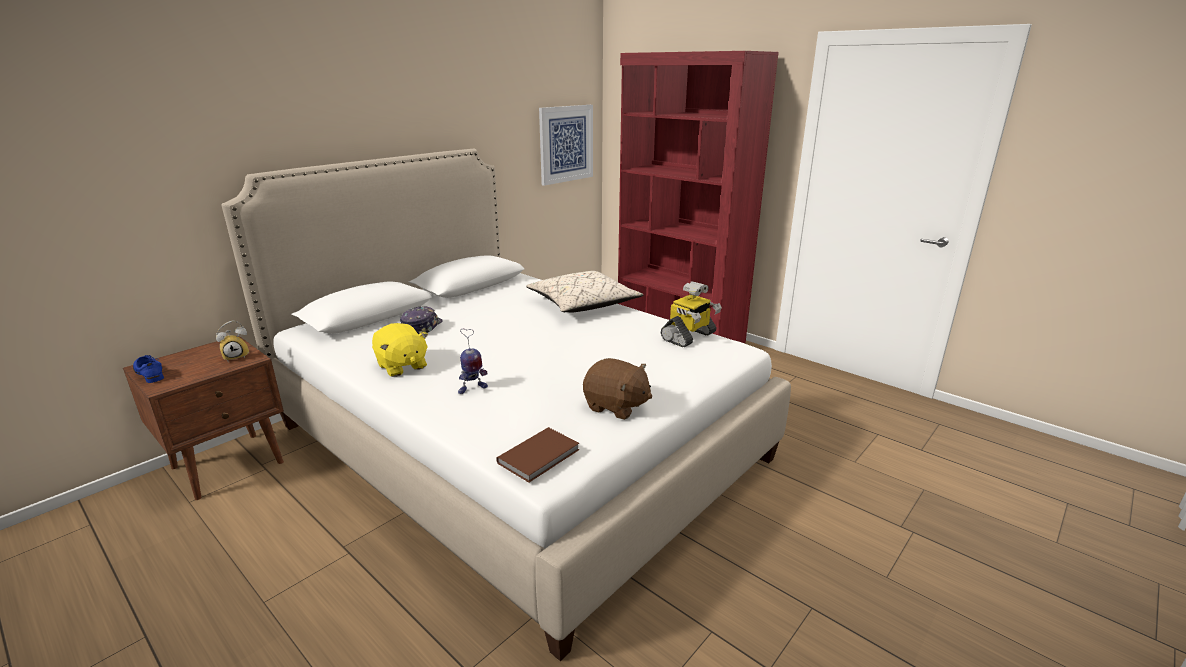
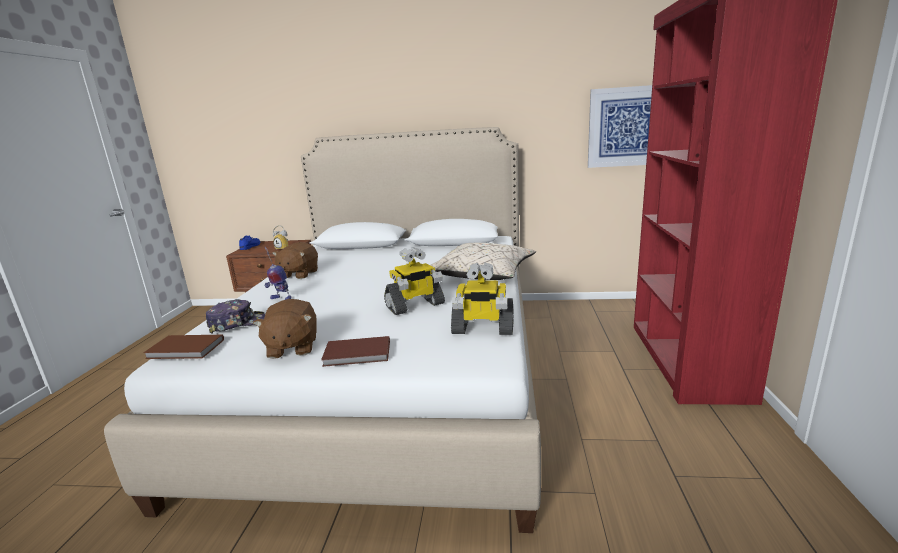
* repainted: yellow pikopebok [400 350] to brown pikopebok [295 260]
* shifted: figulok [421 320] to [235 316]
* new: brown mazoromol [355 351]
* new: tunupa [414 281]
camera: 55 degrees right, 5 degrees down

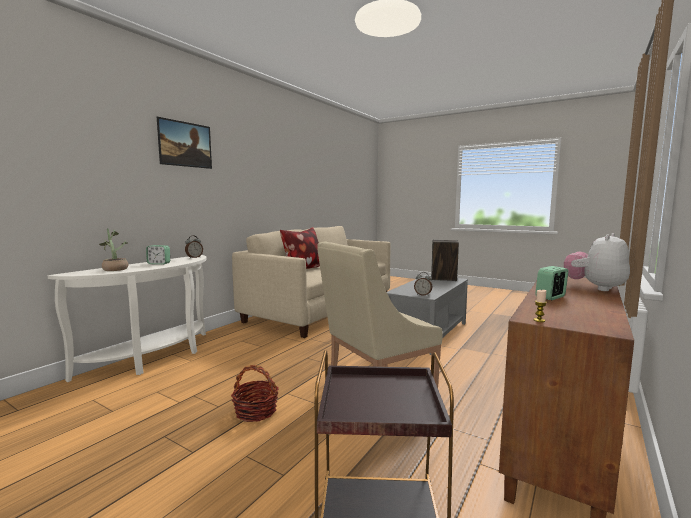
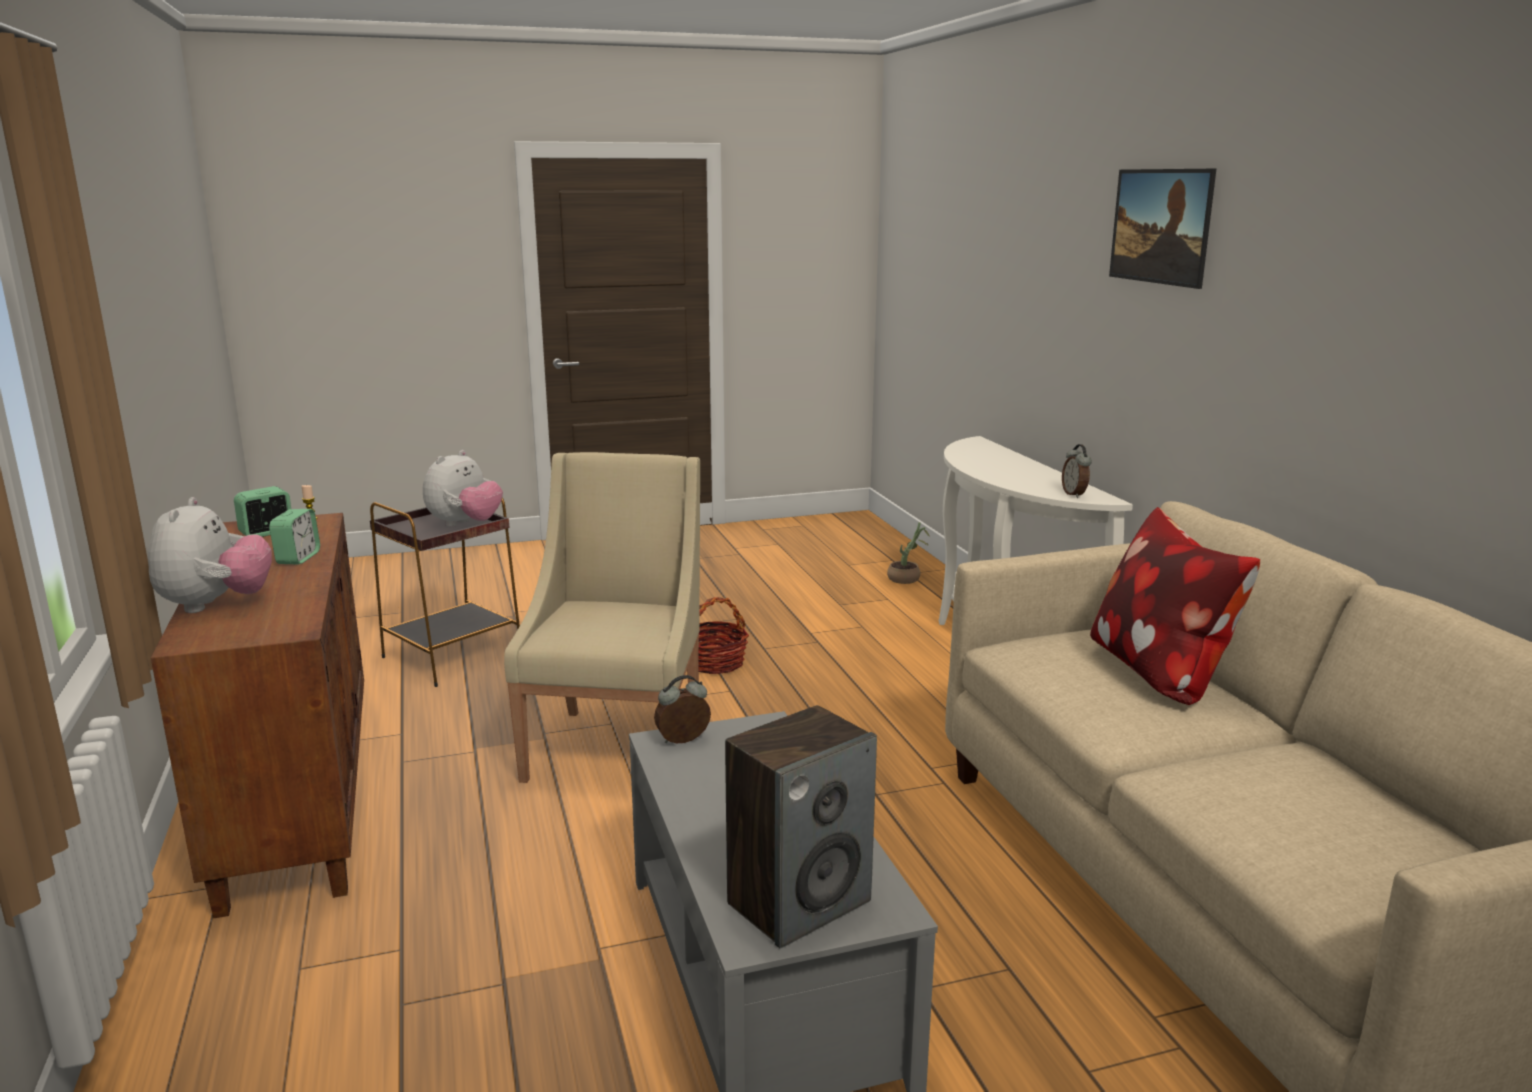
* shifted: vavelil [113 249] to [908 553]
* shifted: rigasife [158 255] to [262 511]
* new: pikopebok [463 488]
camera: 130 degrees right, 10 degrees up

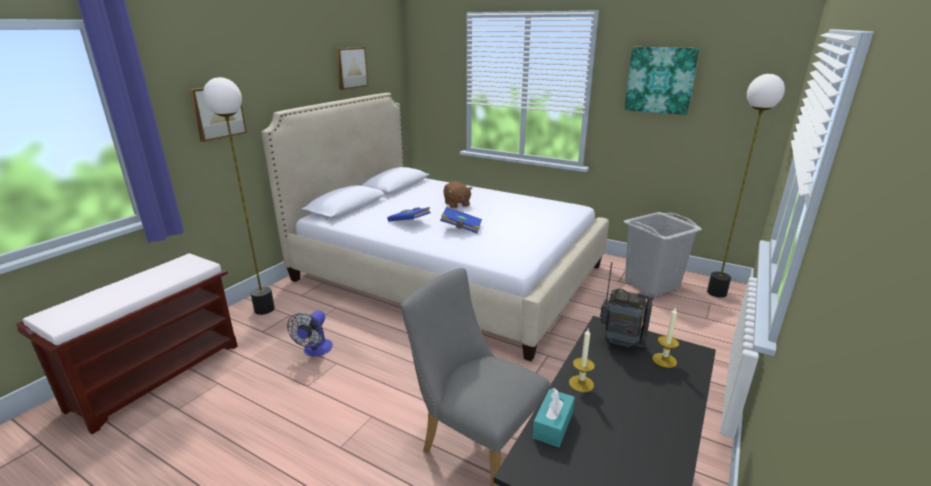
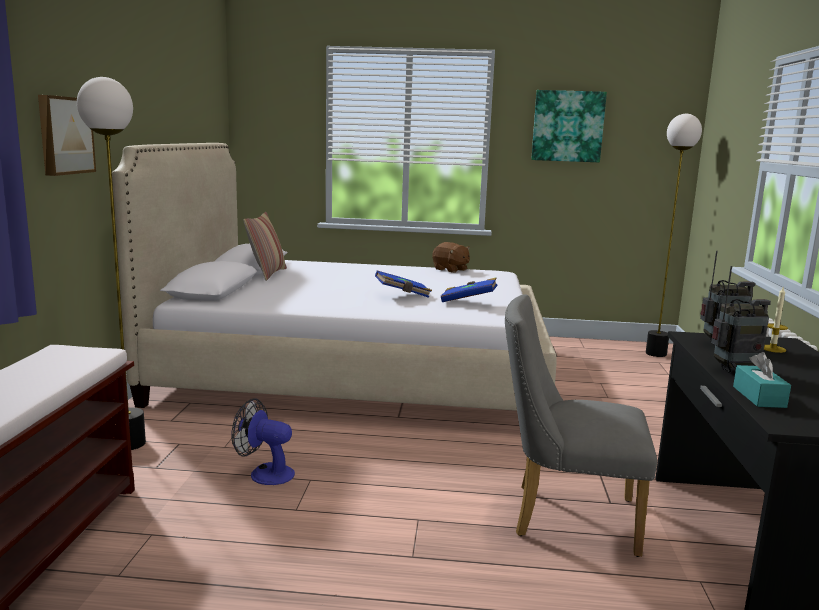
* rotated: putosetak [310 333] = [263 441] 120 degrees clockwise
* gone: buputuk [351 68]
* shifted: blue mazoromol [409 214] to [469 289]
* shifted: brown pikopebok [457 194] to [451 257]
* swapped: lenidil [582 360] to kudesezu [741 319]
* gone: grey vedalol [663 254]
* new: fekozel [265 246]
camera: 25 degrees left, 10 degrees down

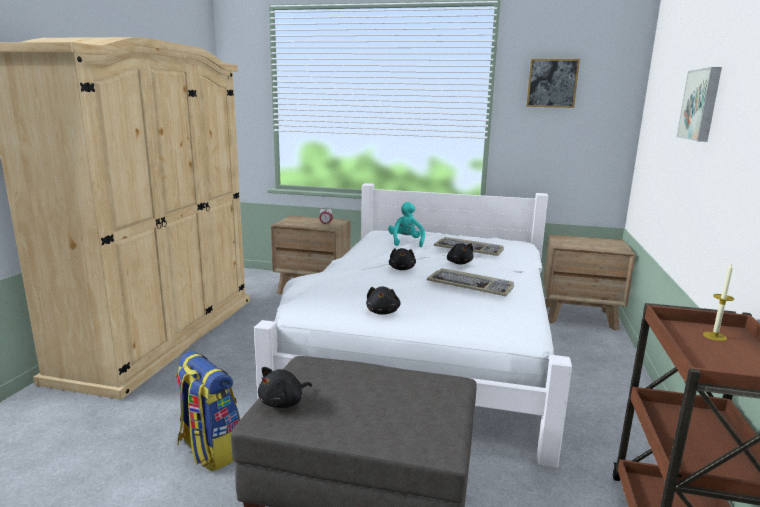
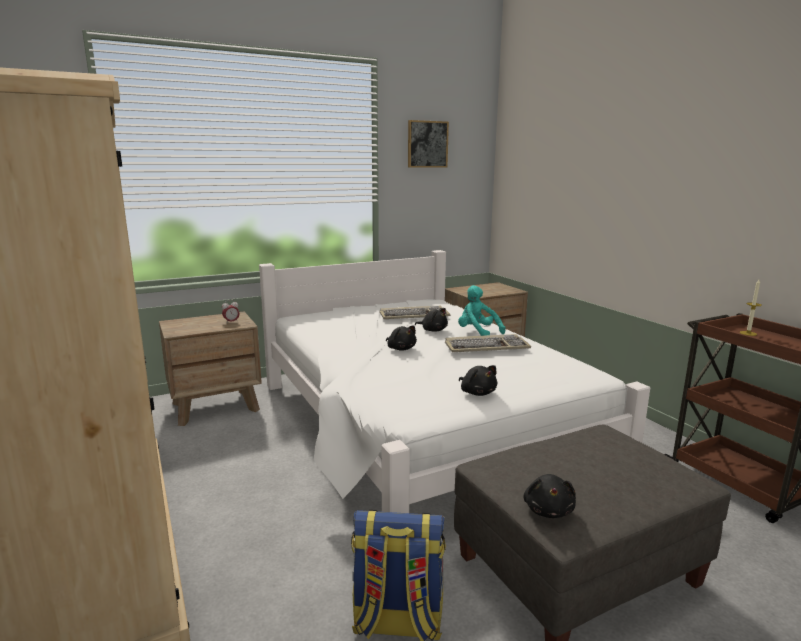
* shifted: turquoise pikopebok [406 224] to [482 310]
* gone: buputuk [699 104]
camera: 40 degrees left, 0 degrees up

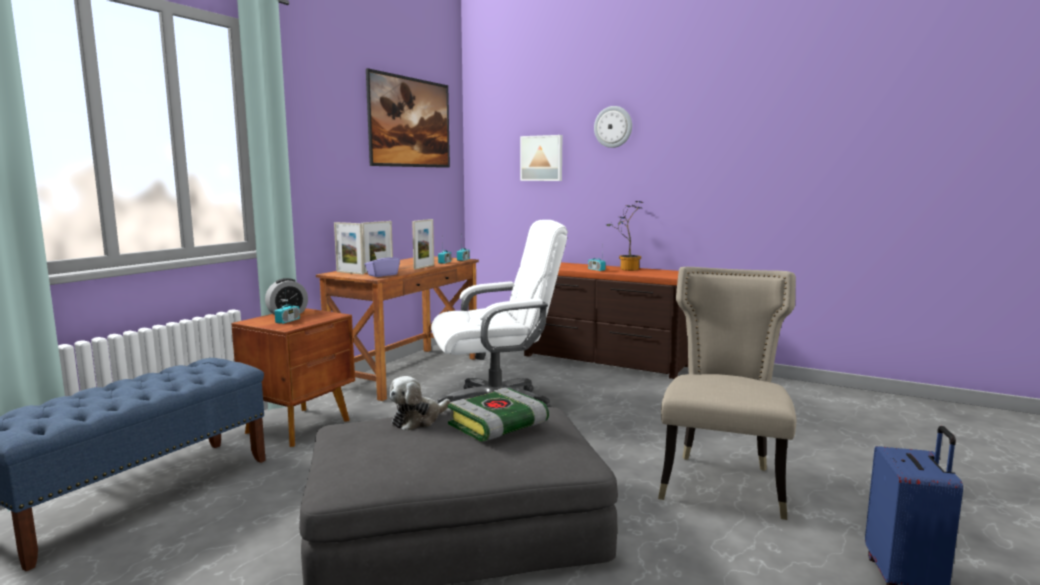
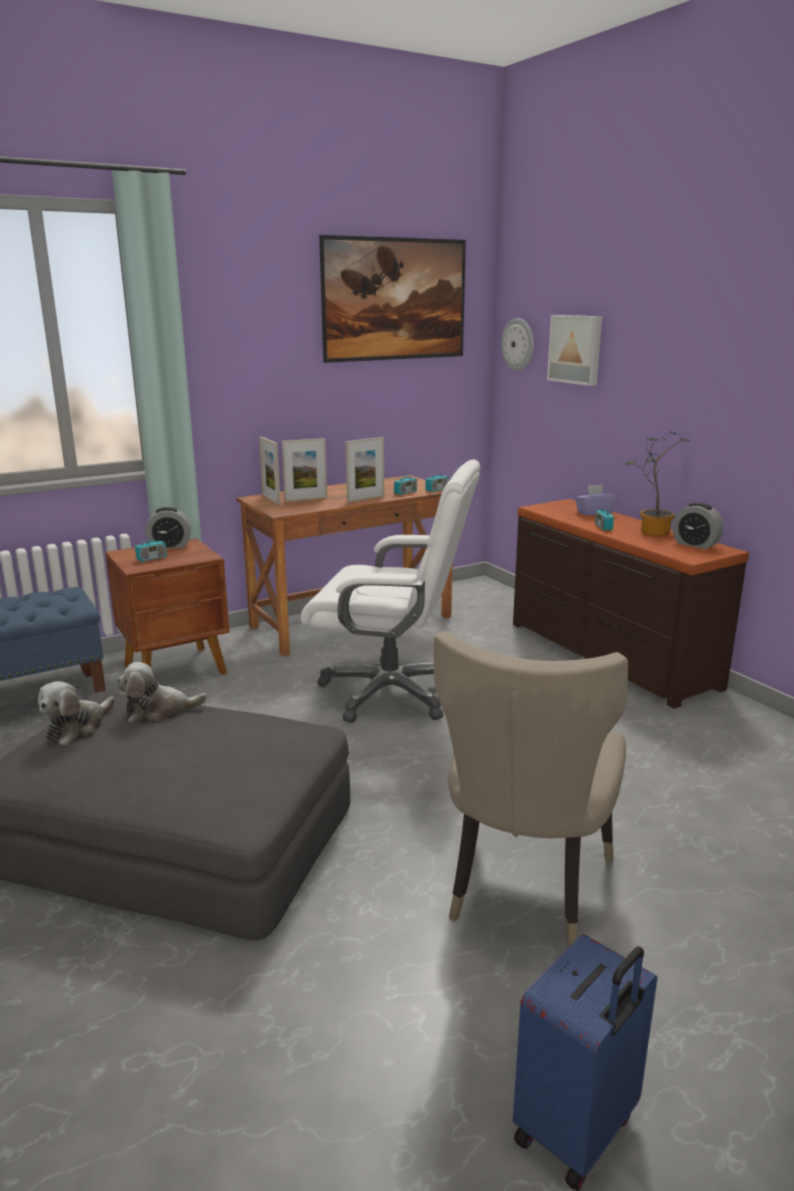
* shifted: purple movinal [382 264] to [596 500]
* gone: mazoromol [498 415]
* shifted: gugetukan [613 127] to [517 344]
* rotated: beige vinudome [727 393] = [531 789] 150 degrees clockwise
* new: pikopebok [76 713]
* new: rigasife [697 525]
camera: 30 degrees right, 10 degrees up

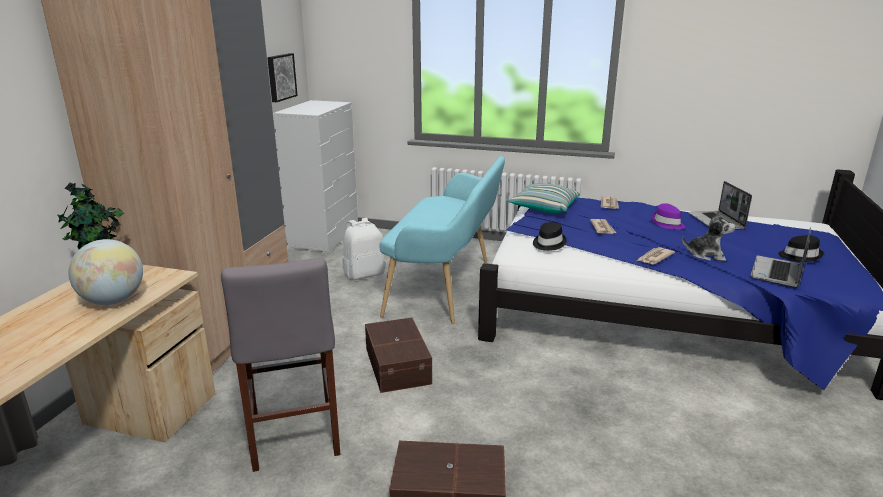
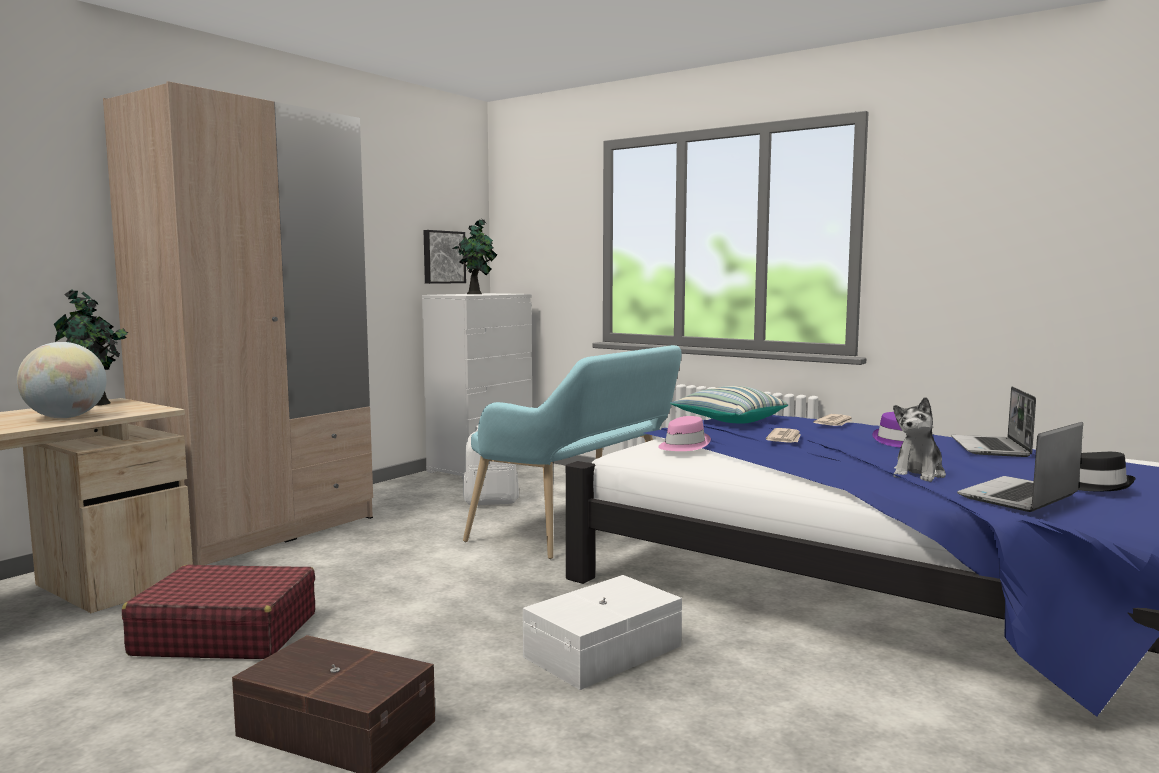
* swapped: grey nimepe [280 365] to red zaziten [218 612]
* gone: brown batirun [398 355]
* repainted: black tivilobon [550 236] to pink tivilobon [684 433]
* gone: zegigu [656 255]
* rotated: pikopebok [708 235] = [919 439] 90 degrees clockwise
* new: vavelil [474 256]
* new: white batirun [602 632]
camera: 20 degrees right, 15 degrees down

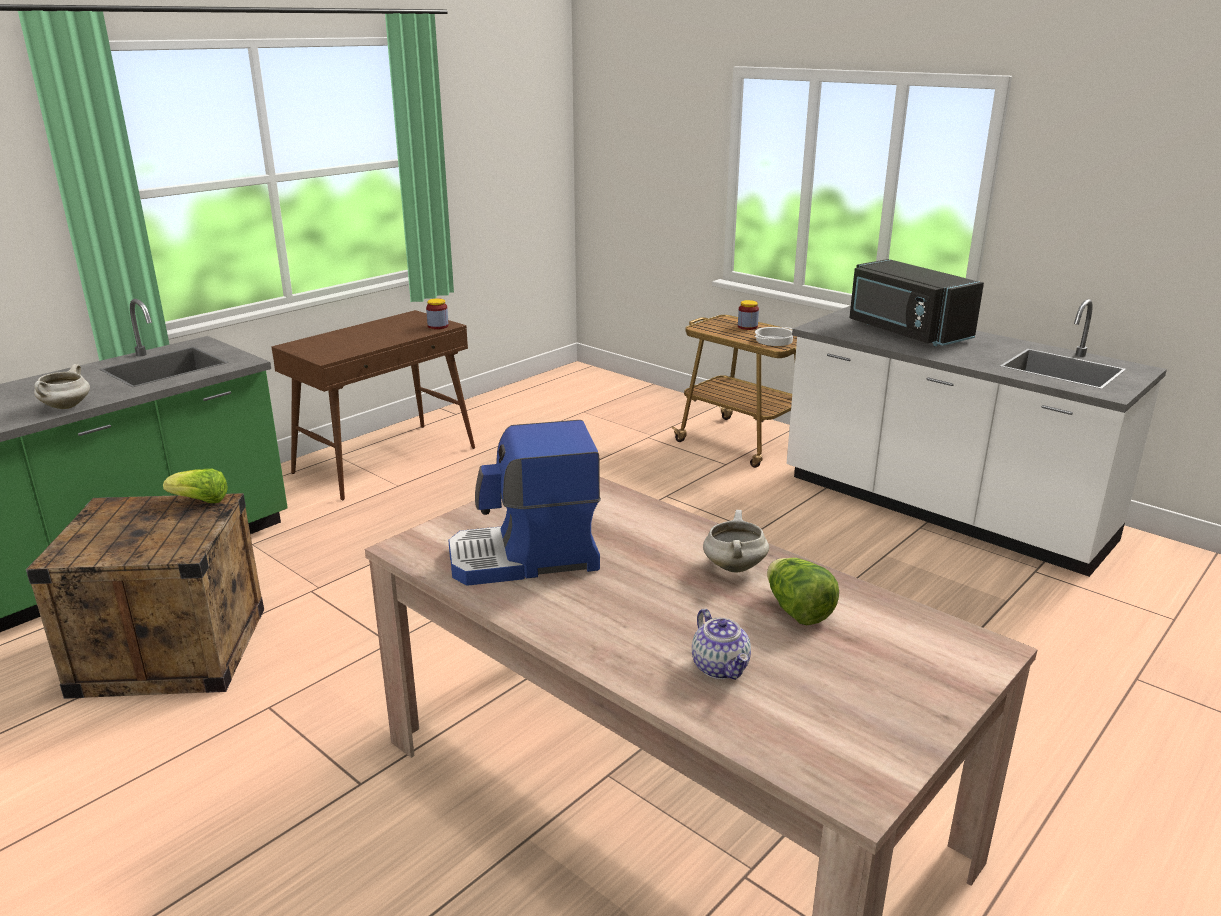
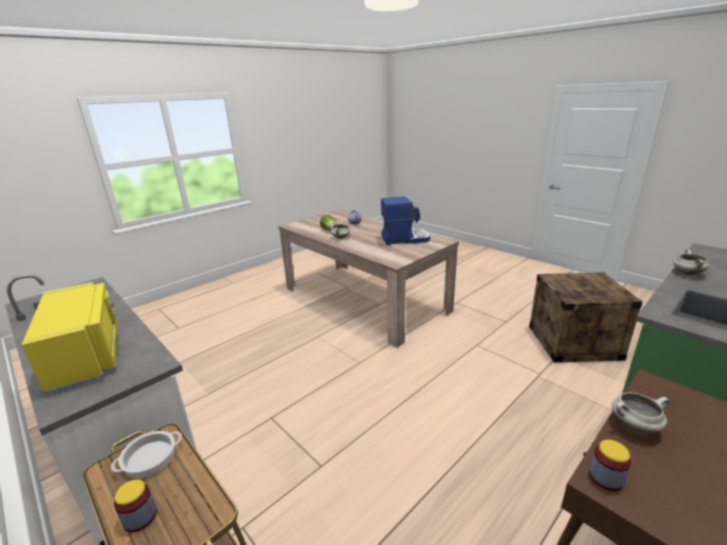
* gone: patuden [195 486]
* repainted: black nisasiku [916 302] to yellow nisasiku [69 338]
* new: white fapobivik [640 413]
camera: 175 degrees left, 0 degrees up

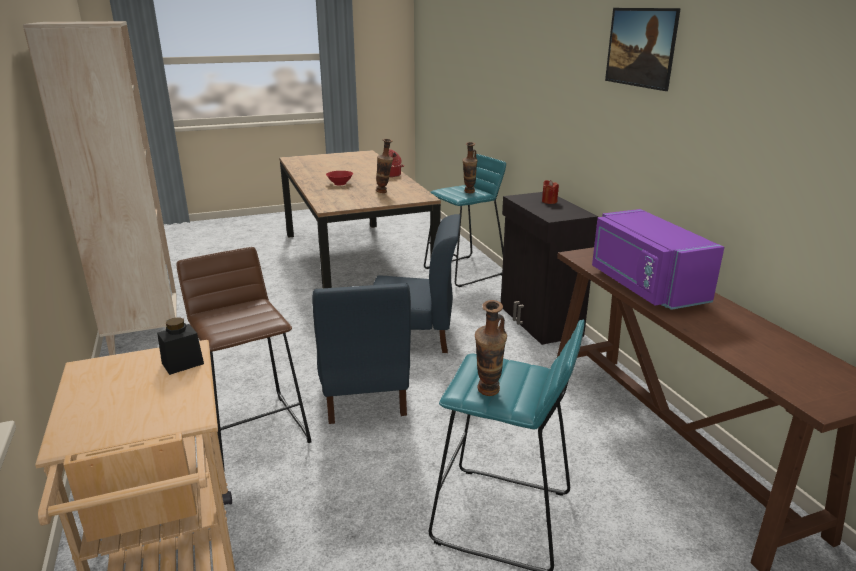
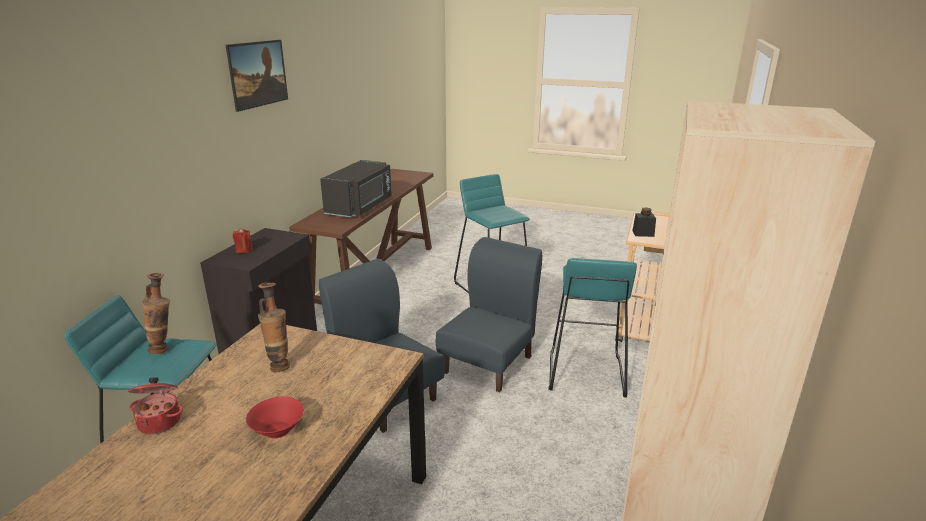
* repainted: brown nimepe [243 359] to turquoise nimepe [593 327]
* gone: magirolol [491 348]
* repainted: purple nisasiku [658 259] to black nisasiku [356 188]
camera: 140 degrees left, 0 degrees up

